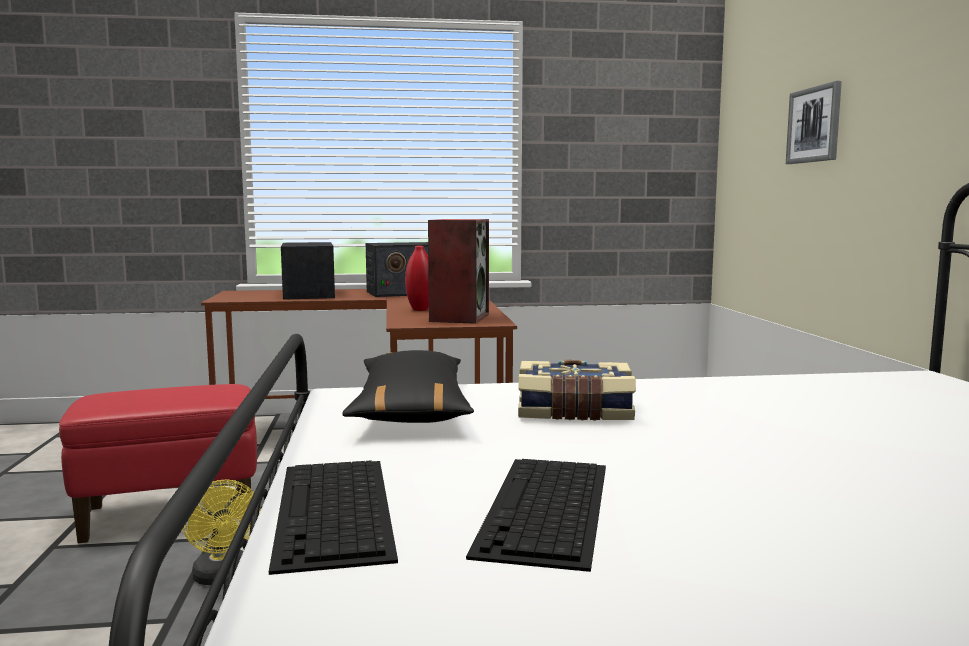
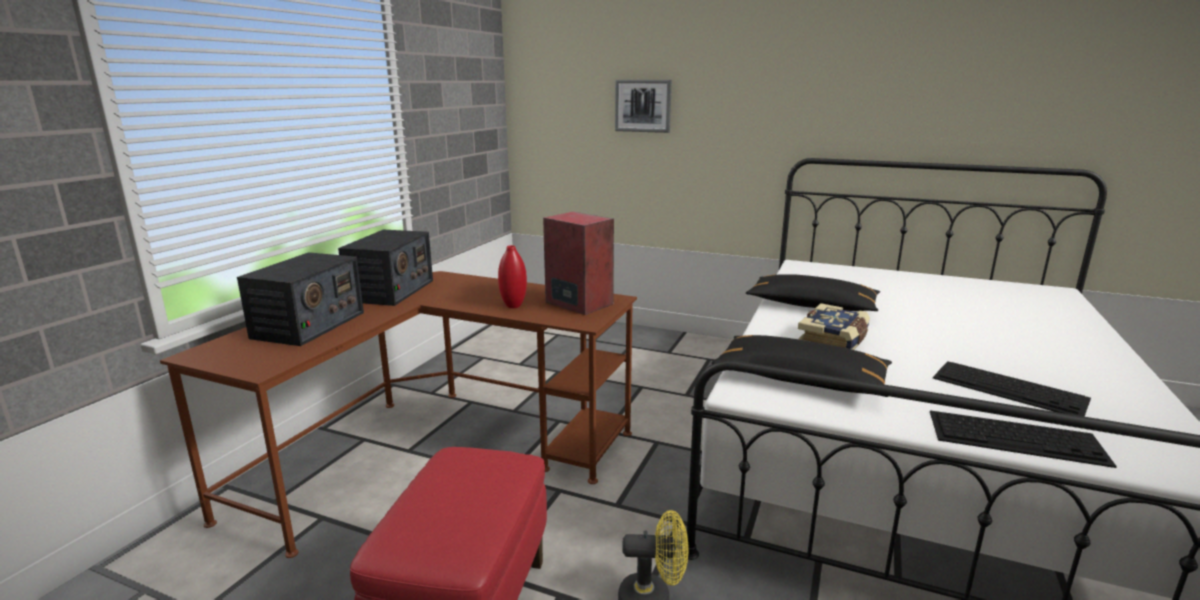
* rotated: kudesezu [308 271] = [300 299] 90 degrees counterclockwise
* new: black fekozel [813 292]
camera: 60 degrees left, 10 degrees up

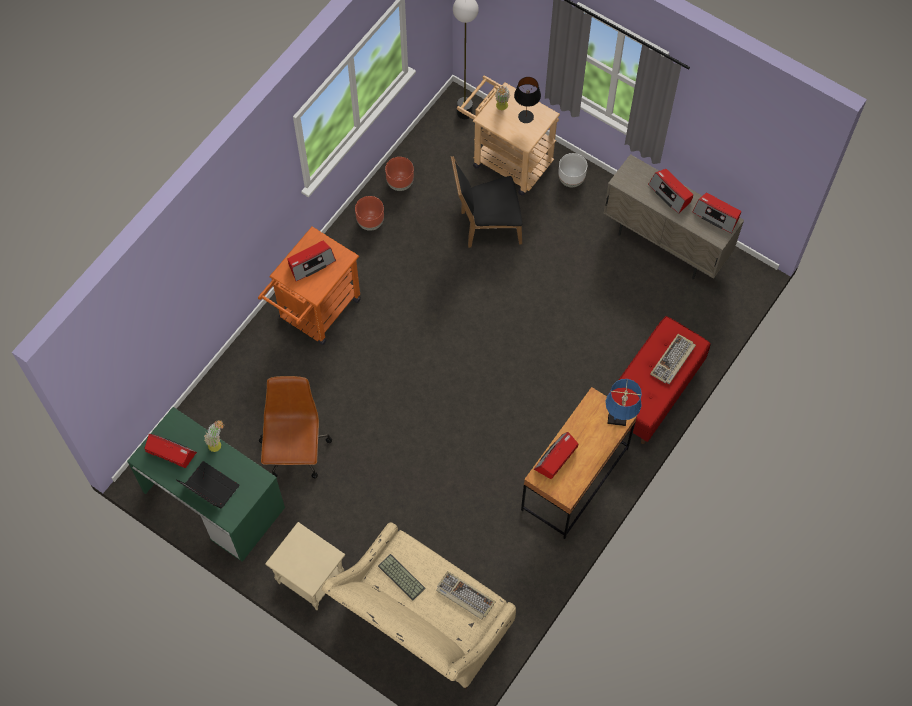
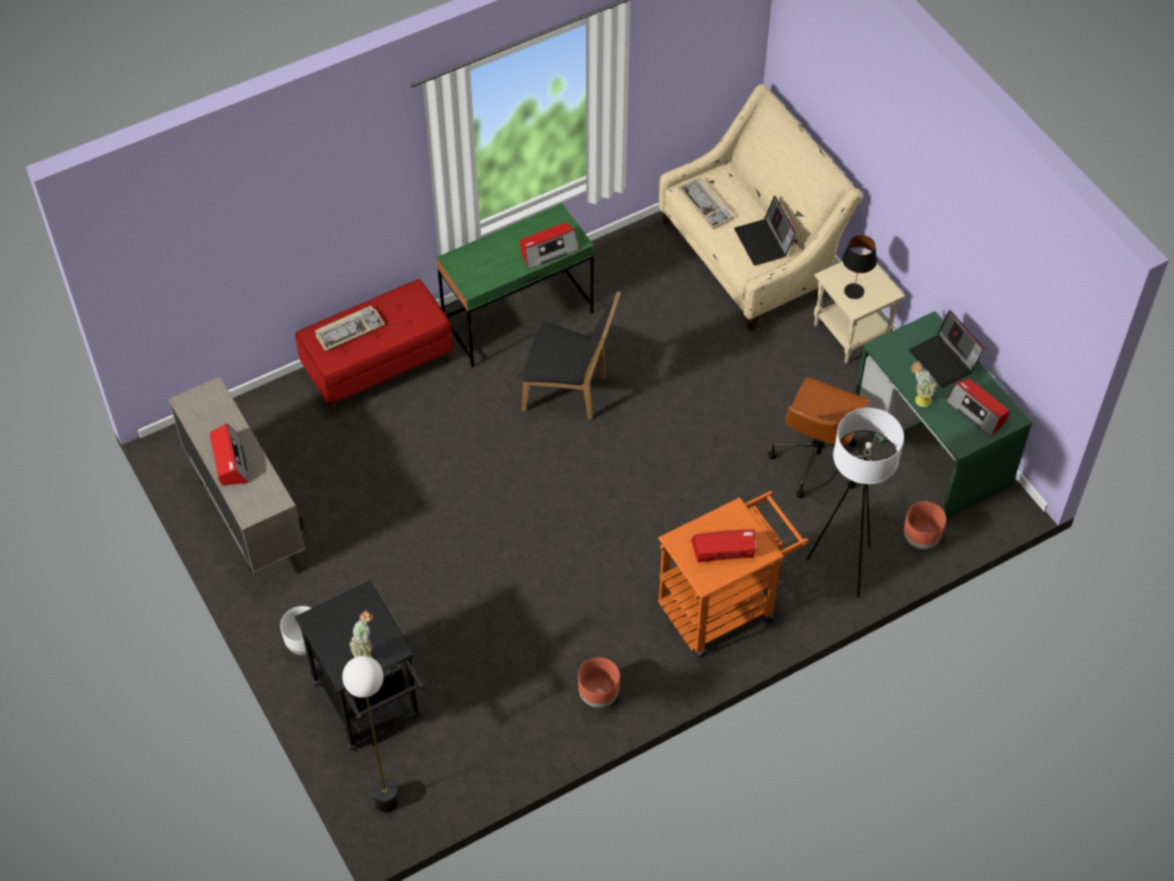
* swapped: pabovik [402 577] to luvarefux [765 231]
* shifted: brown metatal [399 174] to [925 525]
* shifted: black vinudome [486 202] to [571 355]
* repainted: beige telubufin [508 135] to black telubufin [359 666]
* shifted: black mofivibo [527 100] to [859 267]
* repainted: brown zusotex [579 463] to green zusotex [515 285]
* gone: blue mofivibo [623 402]
* gone: kudesezu [717 213]
* new: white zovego [855 503]
camera: 155 degrees left, 10 degrees down

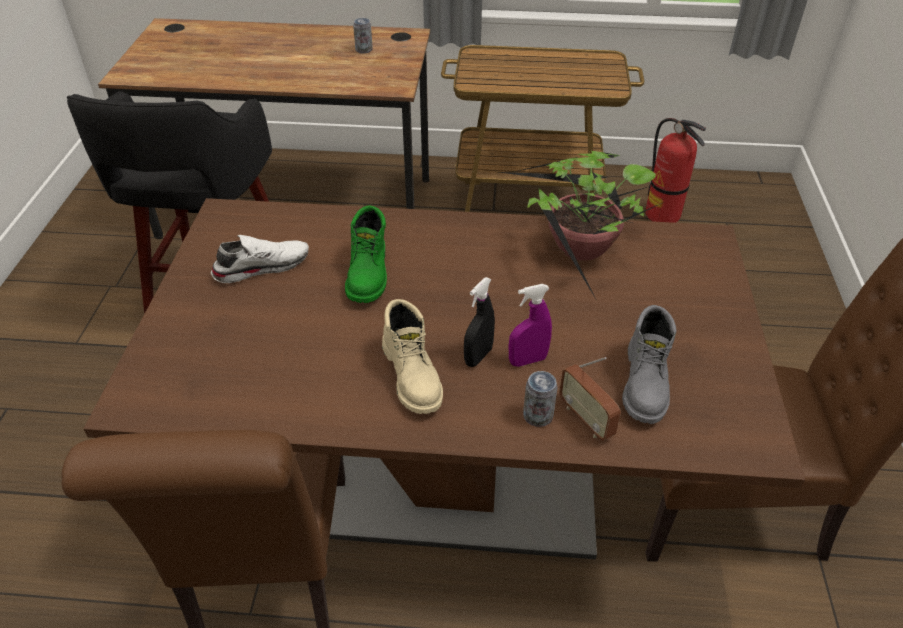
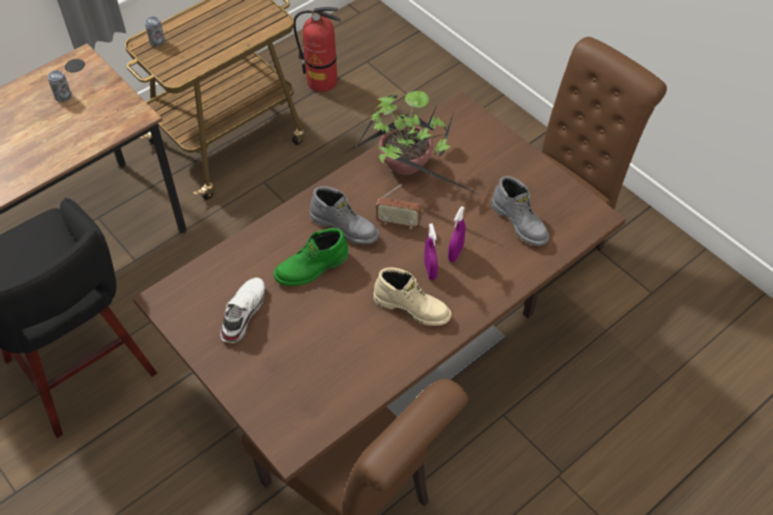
* rotated: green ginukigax [366 254] = [311 257] 105 degrees clockwise
* repainted: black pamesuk [479 322] to purple pamesuk [431 251]
* shifted: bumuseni [540 399] to [155 31]
* shifted: kudesezu [590 399] to [398 206]
* new: grey ginukigax [344 215]
camera: 45 degrees left, 10 degrees up

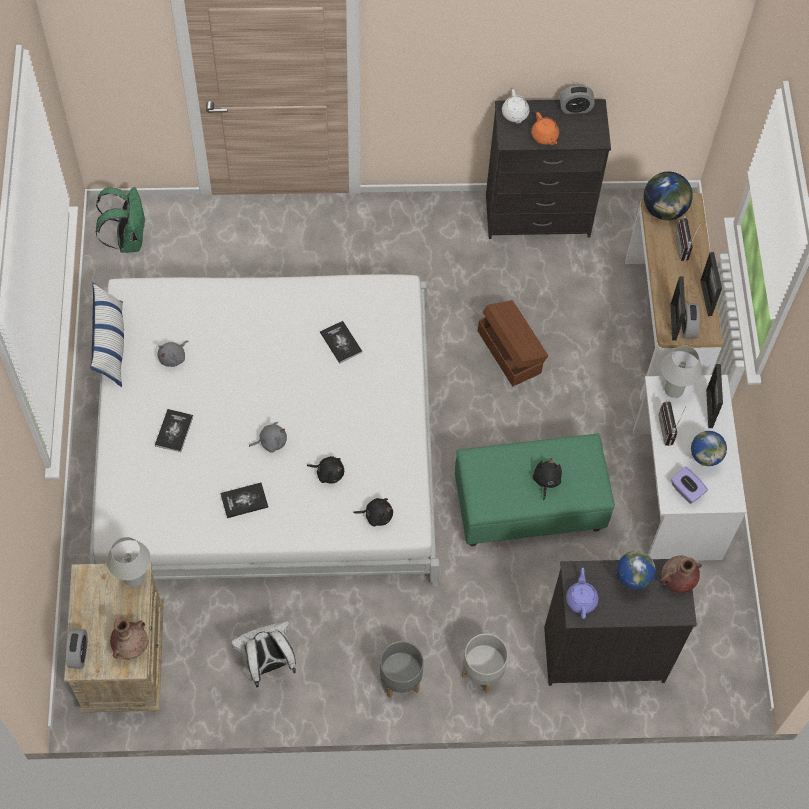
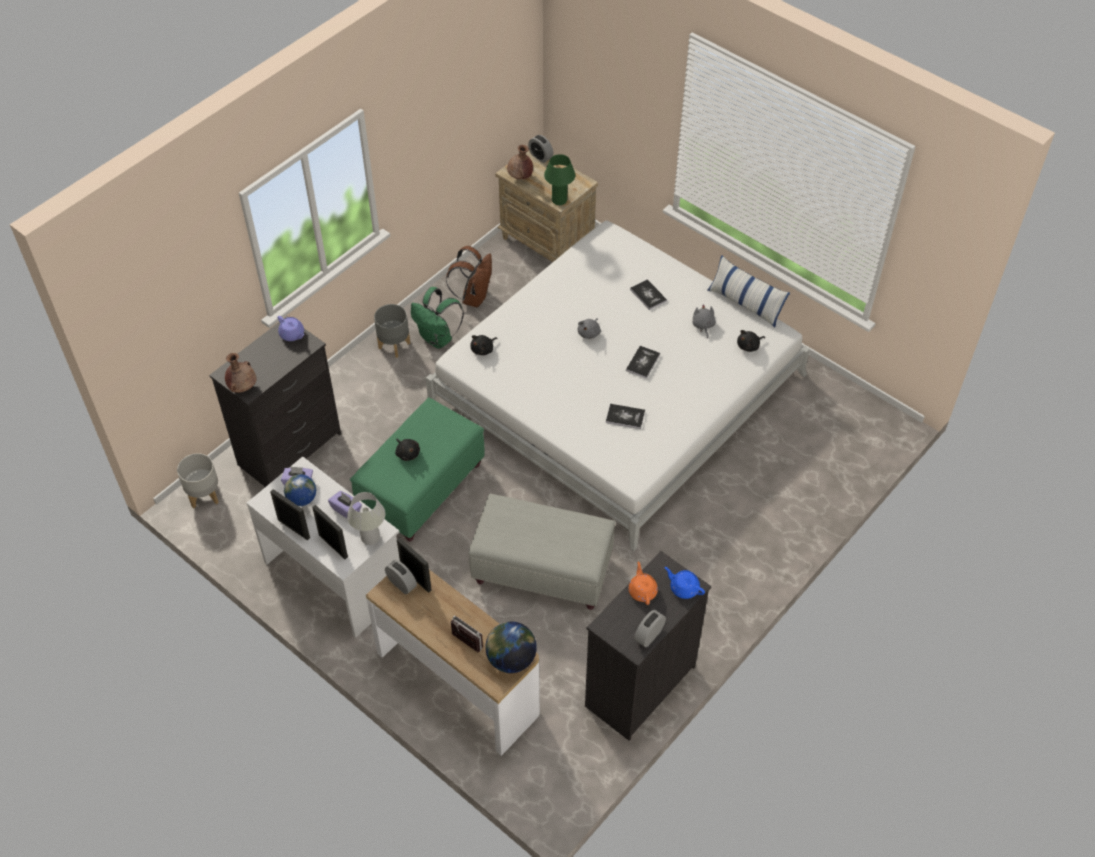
* shifted: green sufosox [120 220] to [437 318]
* repainted: white mofivibo [129 562] to green mofivibo [559 179]
* shifted: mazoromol [244 500] to [643 362]
* repainted: white sufosox [263 654] to brown sufosox [469 276]
* shifted: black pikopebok [325 470] to [751 341]
* shifted: grey metatal [485 663] to [198 480]
* swapped: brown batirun [513 343] to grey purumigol [541 551]
* repainted: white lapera [515 106] to blue lapera [684 583]
* rotated: orange lapera [545 128] = [643 583] 60 degrees clockwise
* gone: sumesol [636 570]
* swapped: kudesezu [671 423] to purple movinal [345 504]
* shifted: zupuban [711 284] to [290 514]
camera: 135 degrees right, 10 degrees down

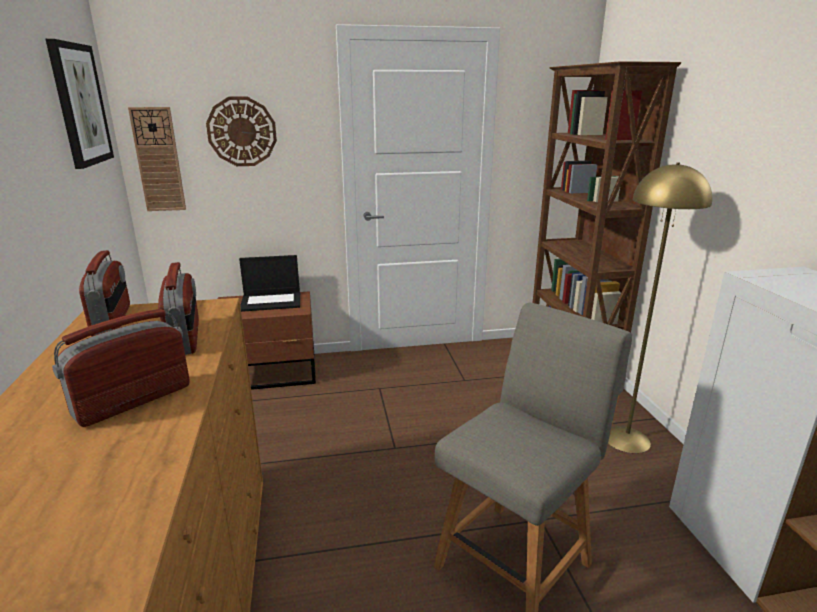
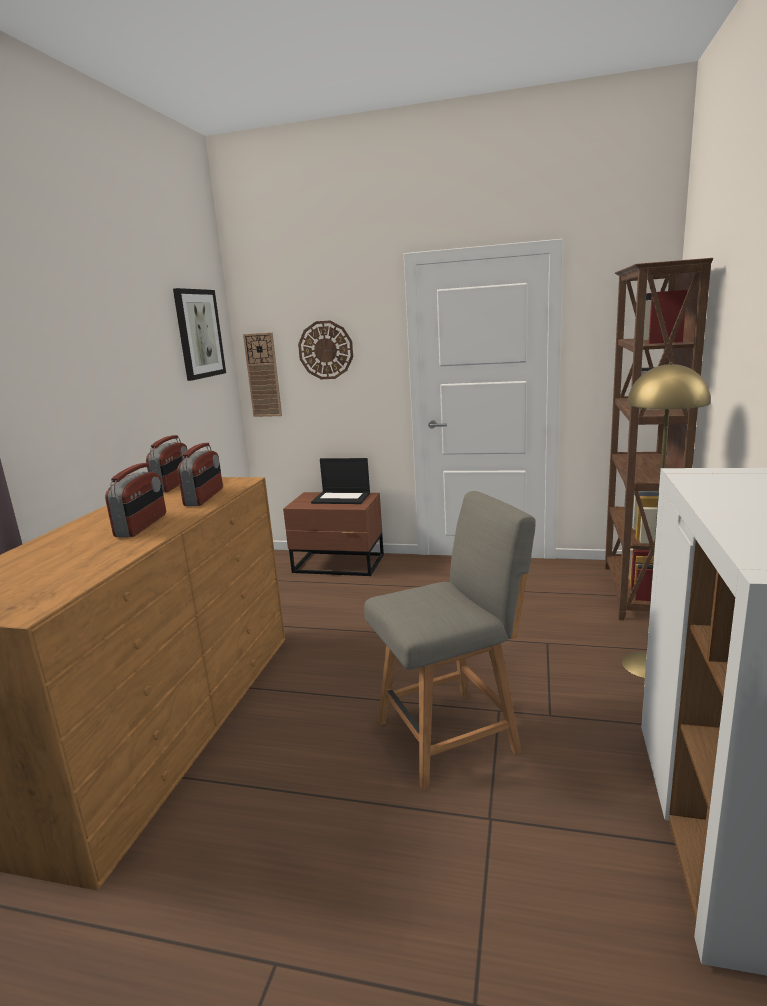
* rotated: kudesezu [121 368] = [135 500] 120 degrees clockwise
camera: 25 degrees right, 5 degrees down

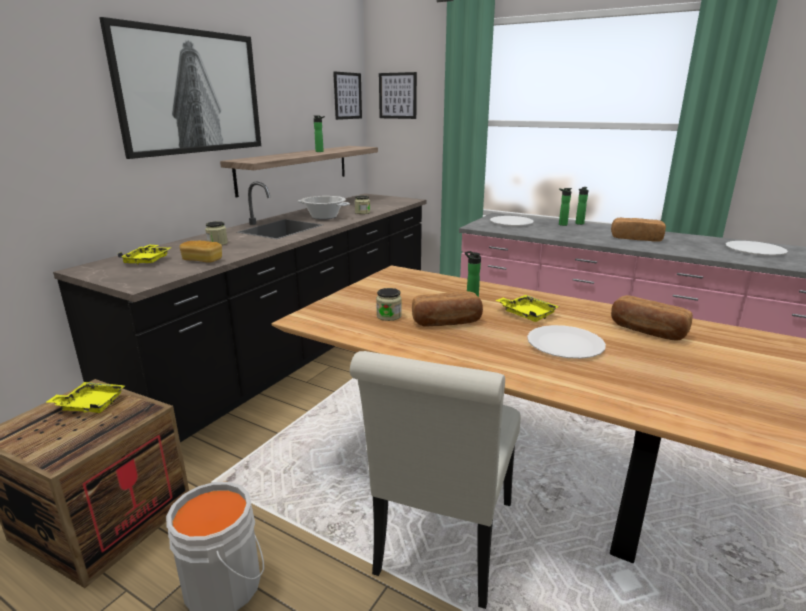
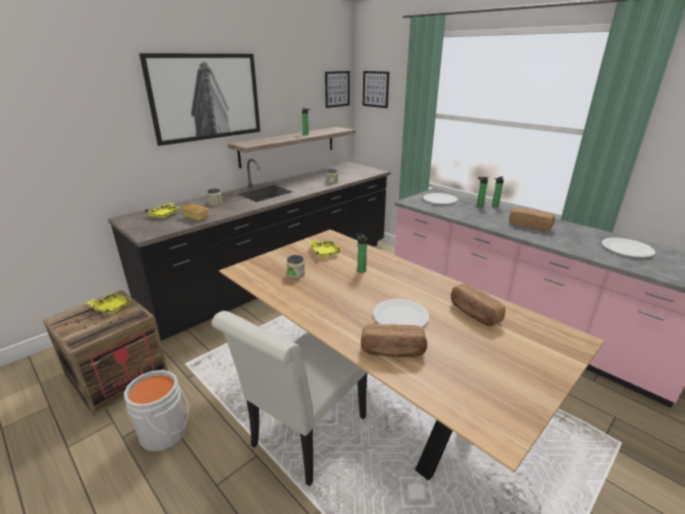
* gone: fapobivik [324 207]
* shifted: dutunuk [447 308] to [394 340]
* shifted: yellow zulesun [527 308] to [325 249]
camera: 15 degrees right, 5 degrees up

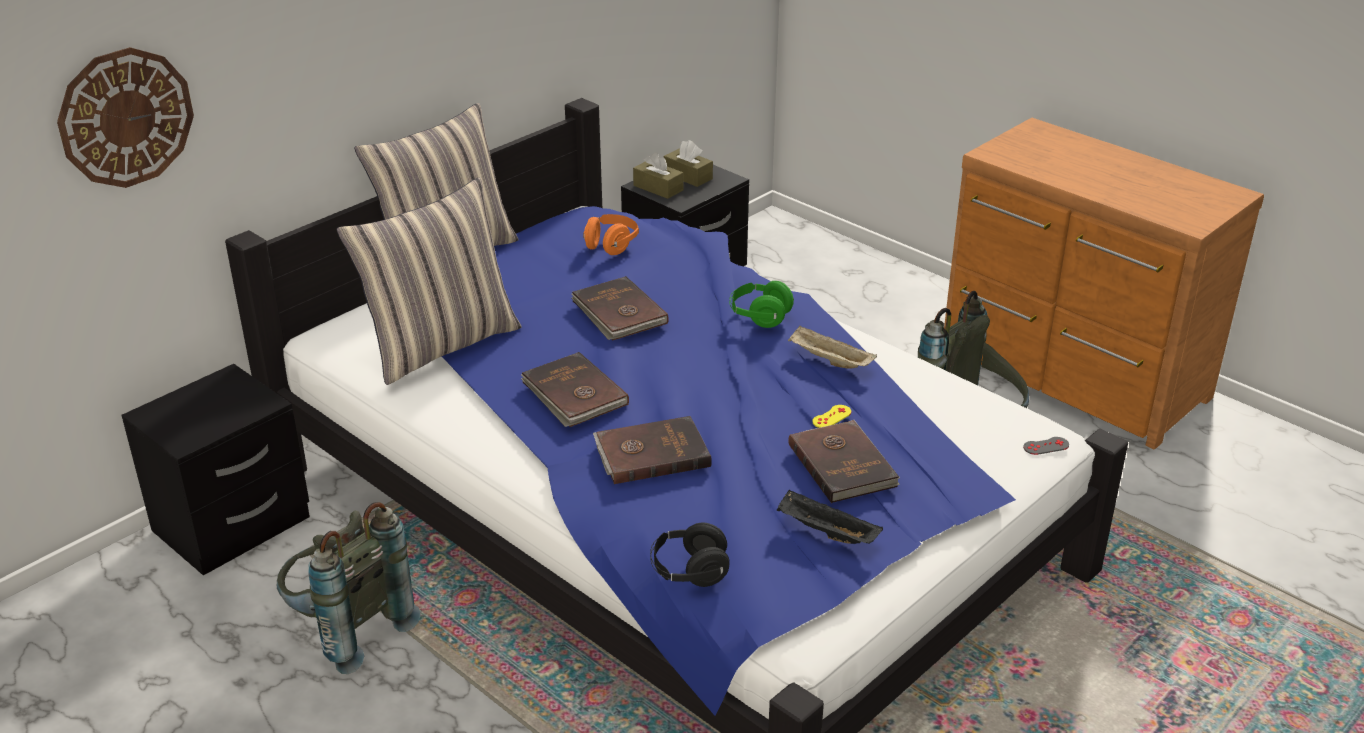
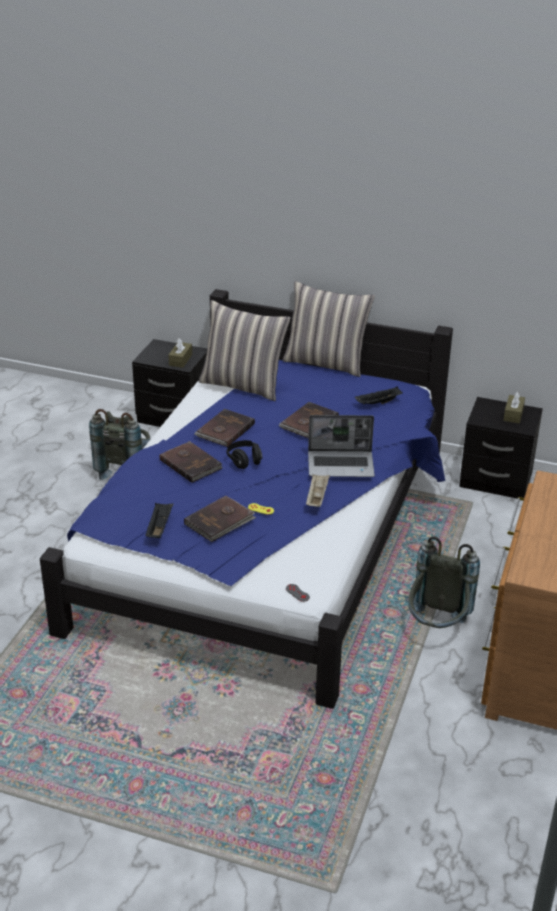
* gone: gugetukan [125 117]
* swapped: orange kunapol [611 234] to black zulesun [379 395]
* shifted: brown movinal [658 176] to [180 353]
* shifted: black kunapol [690 555] to [244 454]
* swapped: green kunapol [762 304] to luvarefux [341 446]
camera: 65 degrees right, 0 degrees up

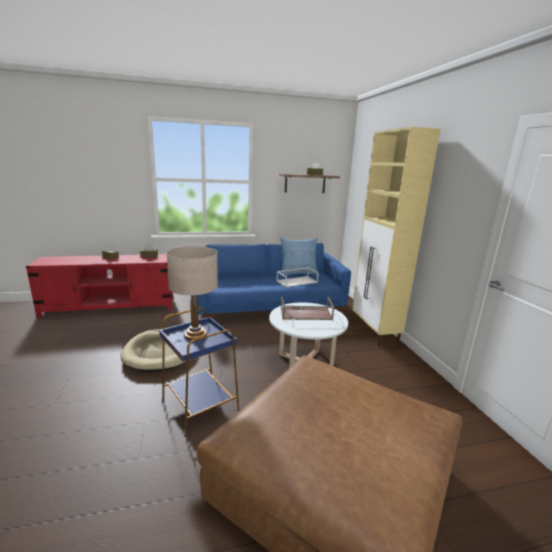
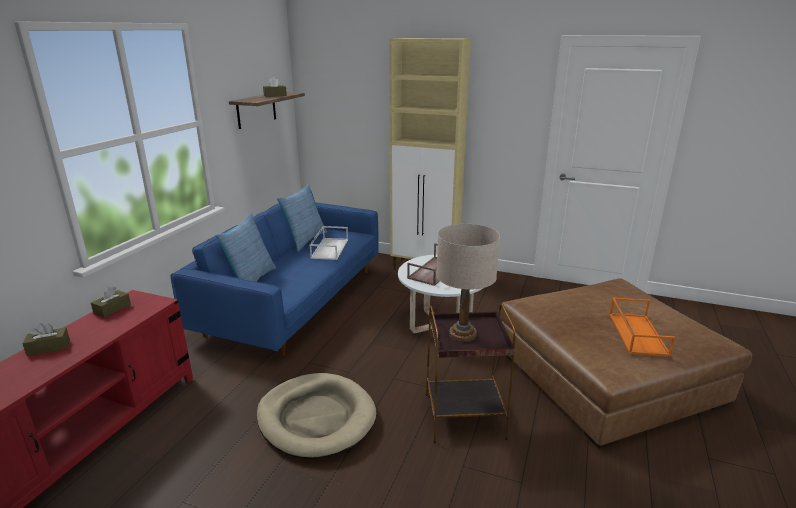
* repainted: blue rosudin [199 372] to brown rosudin [471 373]
* new: fekozel [245 247]
* new: orange zulesun [642 327]
camera: 55 degrees left, 5 degrees up

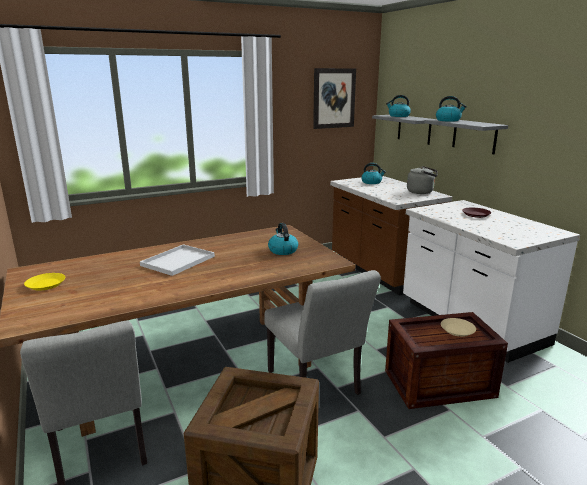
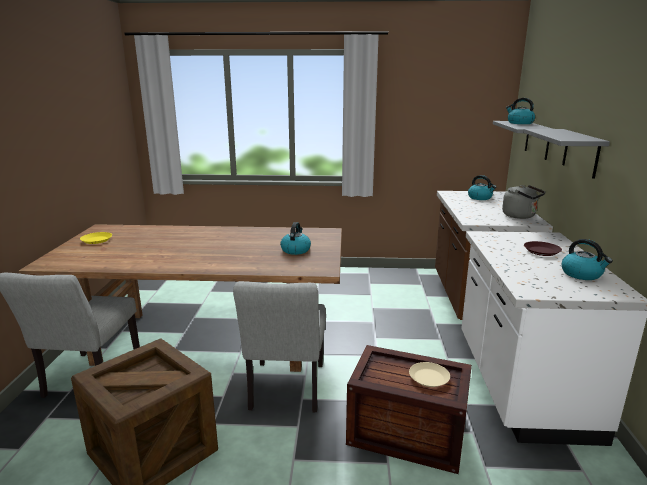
* gone: white zulesun [177 260]
* gone: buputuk [334 98]
* shifted: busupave [451 109] to [587 259]
camera: 30 degrees right, 0 degrees up

